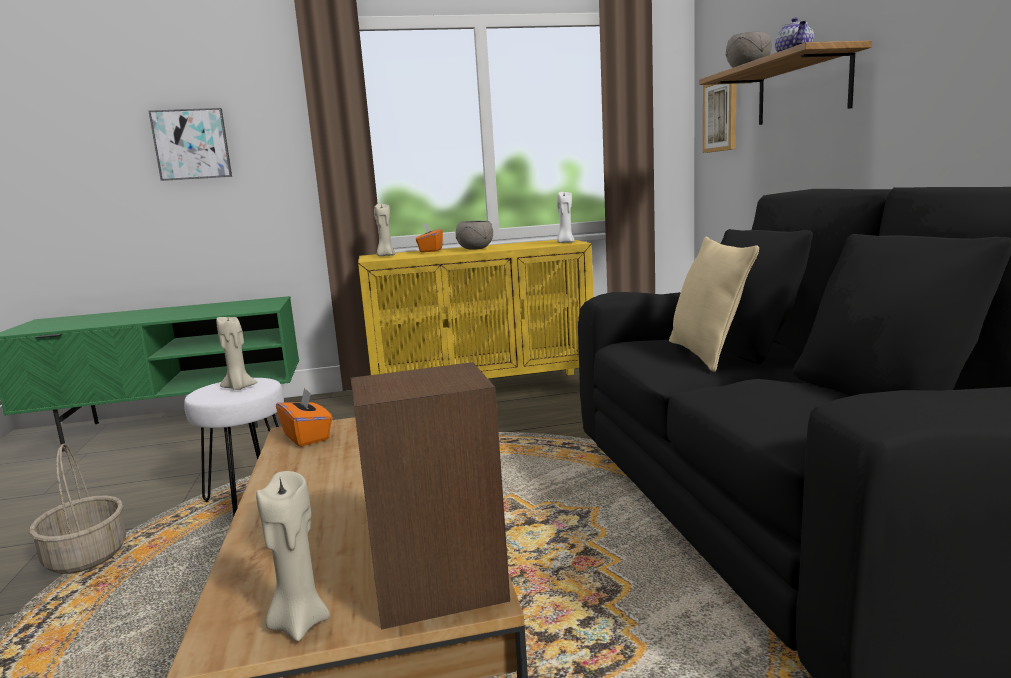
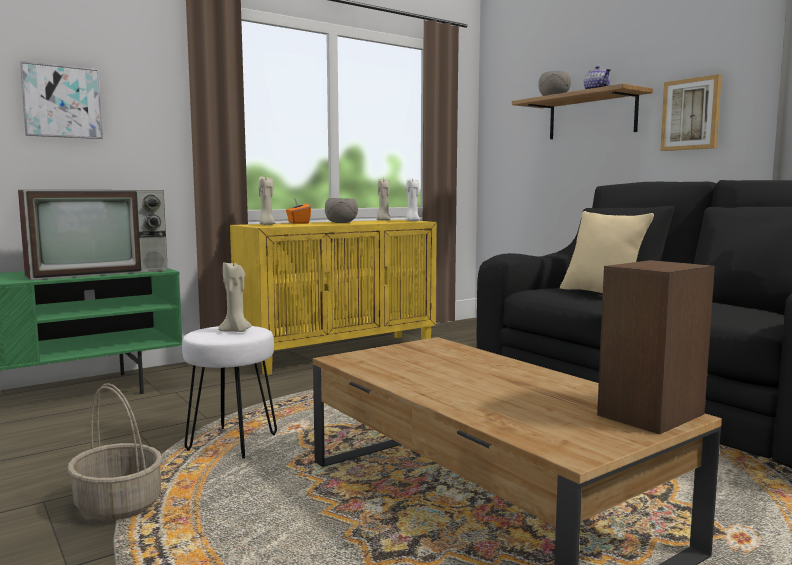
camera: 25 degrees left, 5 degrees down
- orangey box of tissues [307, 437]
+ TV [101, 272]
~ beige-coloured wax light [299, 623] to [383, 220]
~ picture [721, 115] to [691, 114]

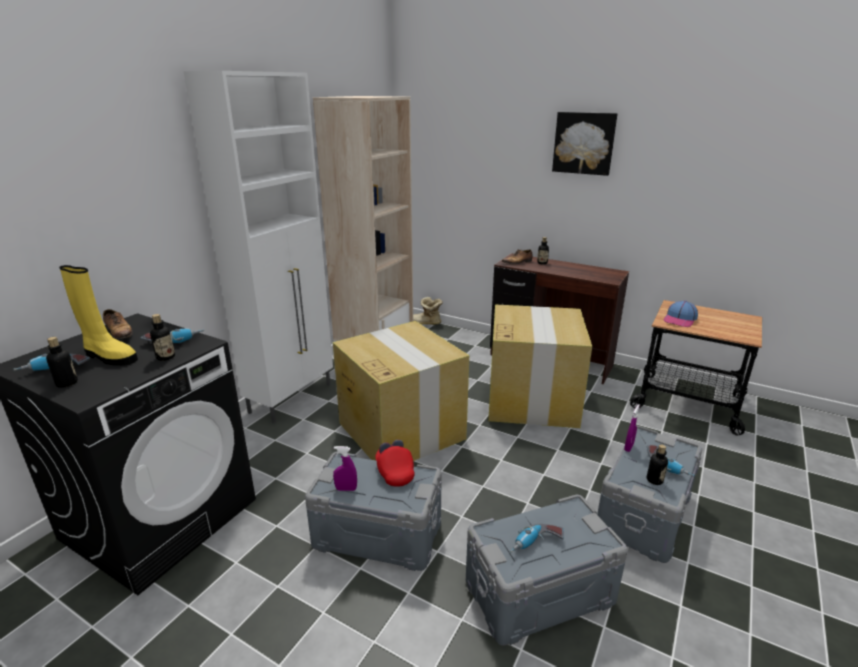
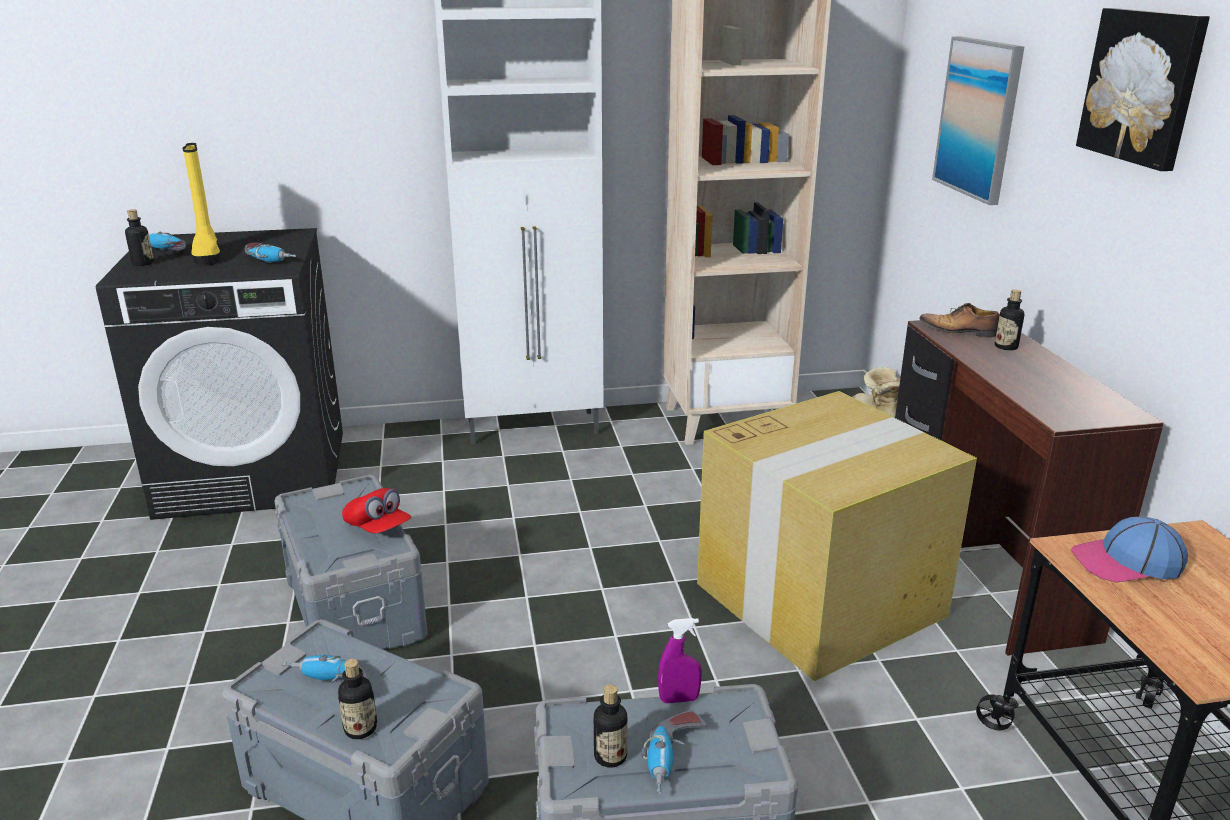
camera: 50 degrees right, 0 degrees up
- item of footwear [119, 332]
- cardboard box [400, 430]
- purple-coloured spray bottle [346, 489]
+ picture [978, 118]
~ beverage bottle [165, 357] to [360, 729]
~ reddish cap [394, 472] = [378, 527] 105 degrees clockwise

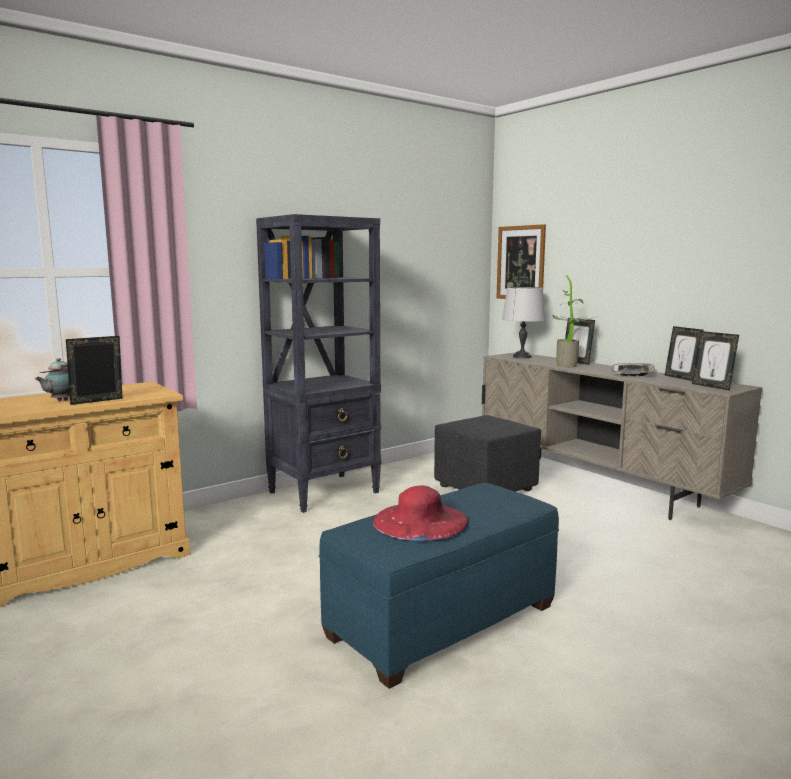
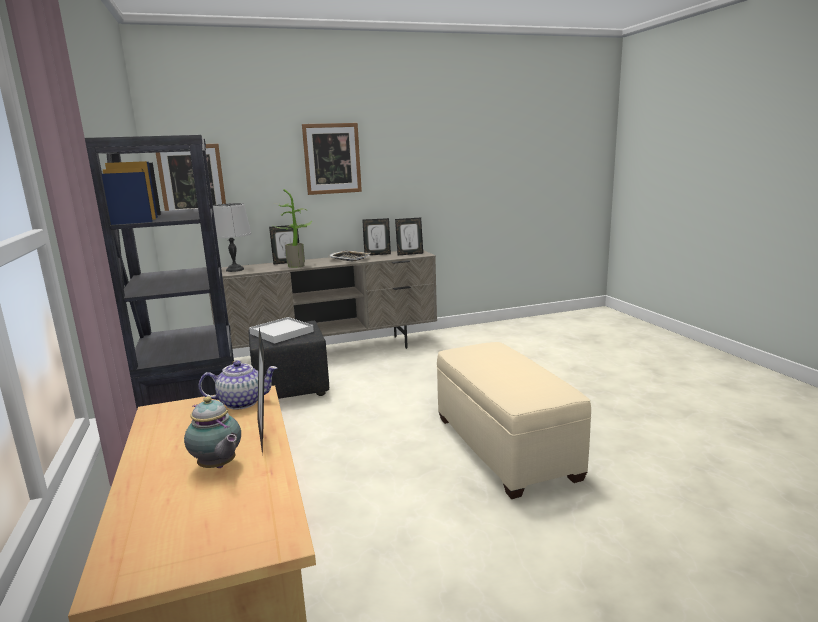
camera: 70 degrees left, 5 degrees up
- reddish clothing hat [420, 520]
+ tea pot [242, 402]
+ whitish carrying tray [281, 332]
+ picture [332, 158]
~ blue footrest [442, 621] to beige-coloured footrest [503, 446]

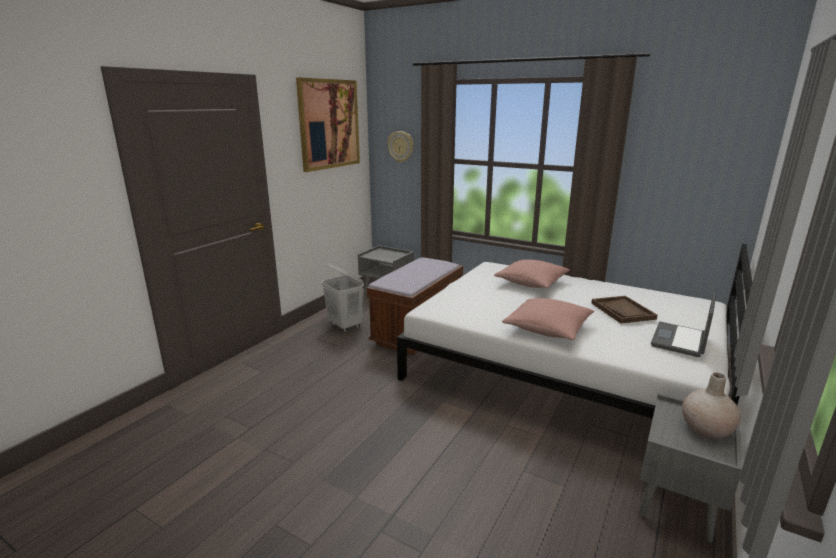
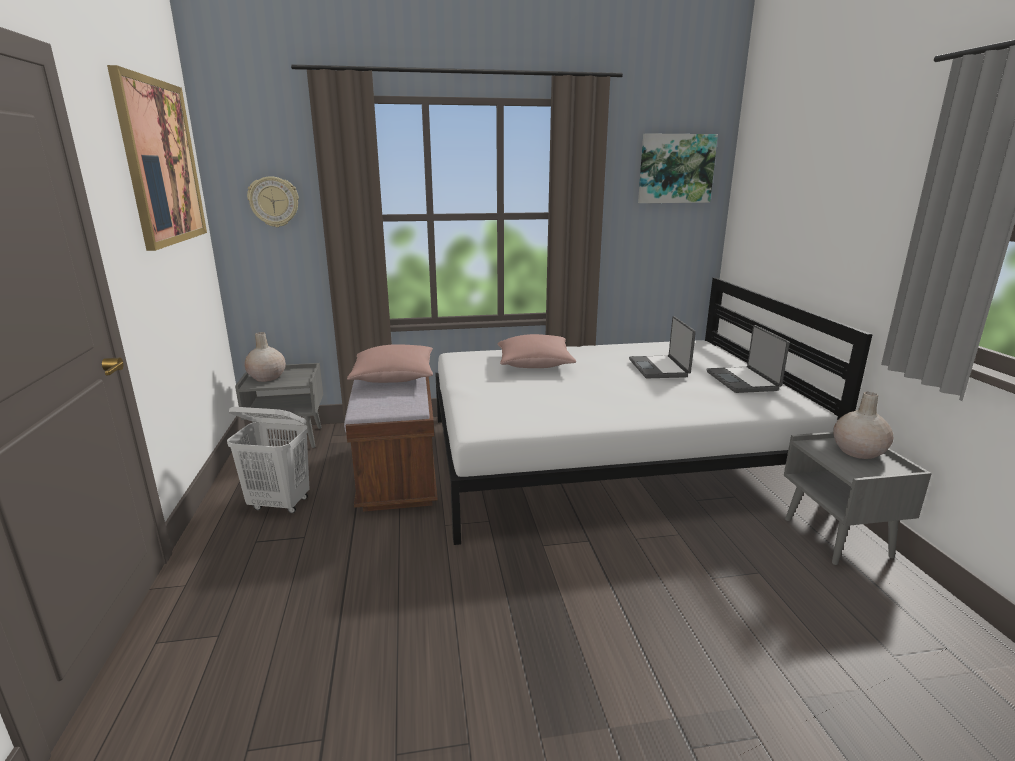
camera: 40 degrees left, 0 degrees up
+ beige-coloured flower vase [267, 378]
+ picture [676, 169]
~ pinkish throw pillow [547, 329] to [394, 377]
~ brown carrying tray [622, 311] to portable computer [659, 368]

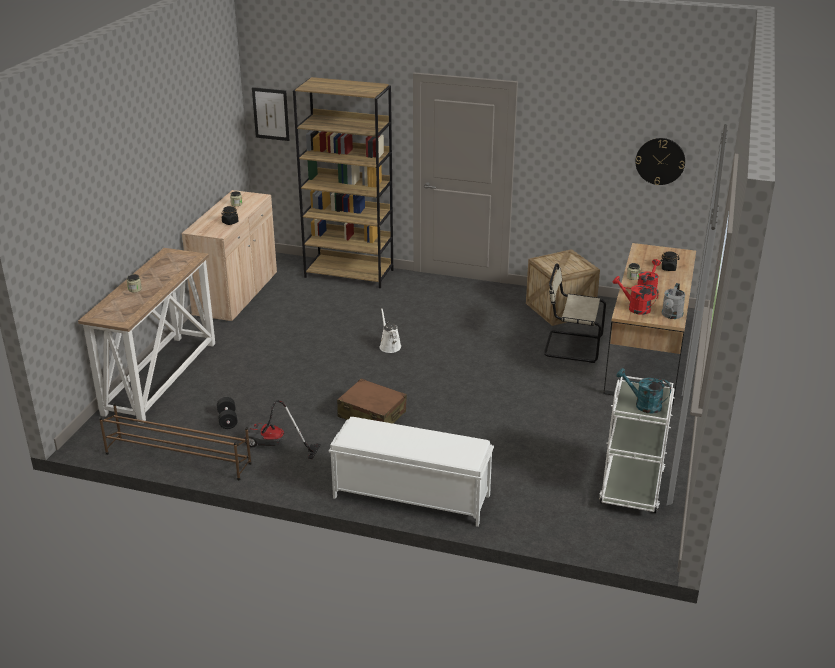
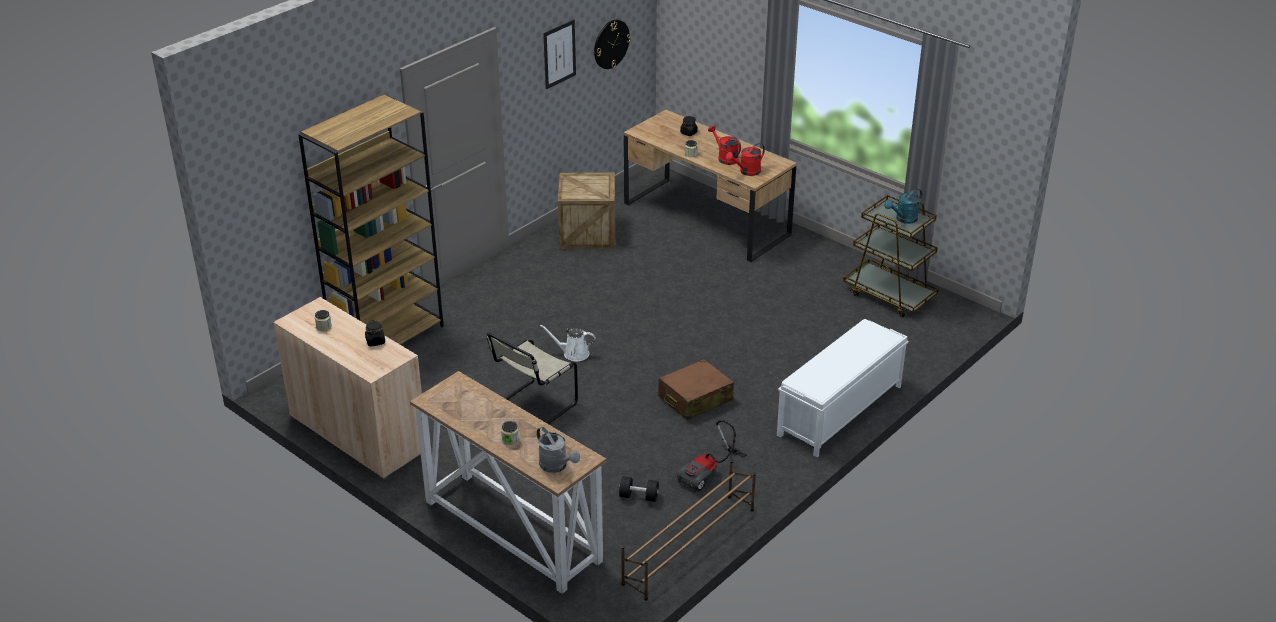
camera: 65 degrees left, 5 degrees up
~ picture [271, 114] to [559, 54]
~ beige-coloured plain chair [570, 346] to [532, 408]
~ gray watering pot [671, 316] to [557, 466]
~ whitish wheeled cart [631, 486] to brown wheeled cart [889, 295]

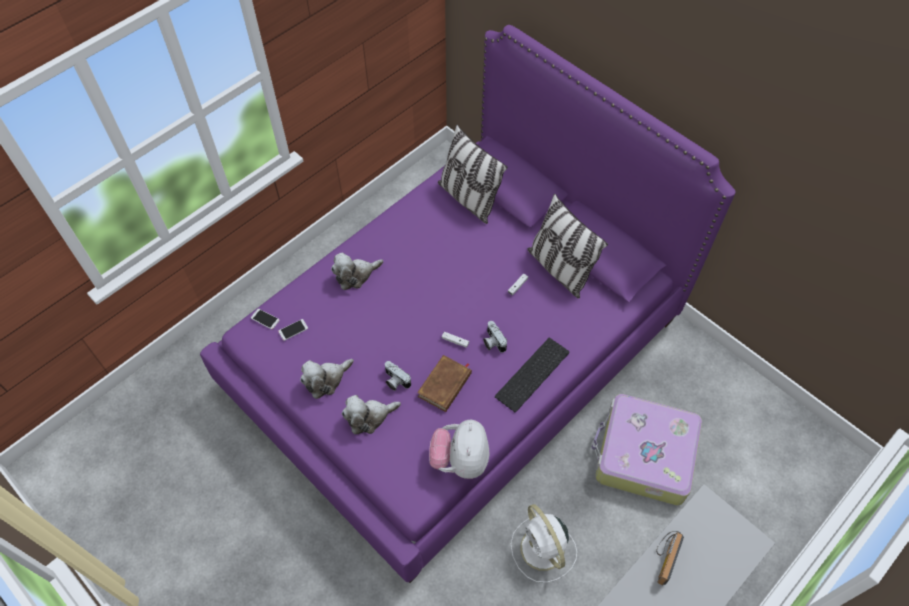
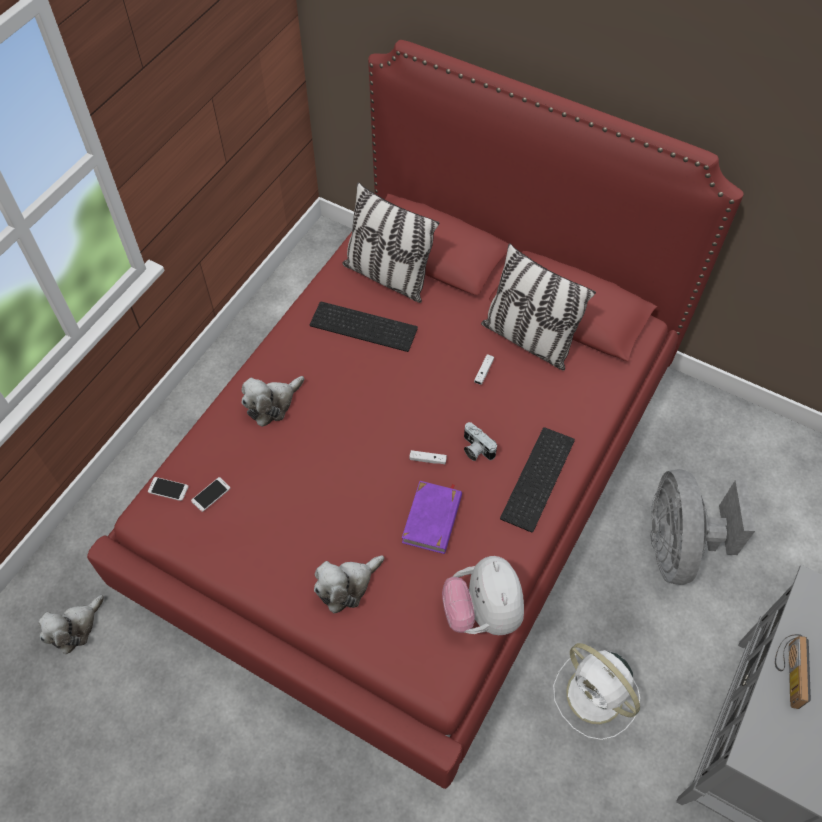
camera: 15 degrees left, 0 degrees up
- still camera [395, 381]
+ PC keyboard [365, 325]
~ cuddly toy [326, 380] to [75, 628]
~ piece of luggage [643, 455] to gray fan [678, 546]
~ purple-coloured bedroom bed [454, 353] to reddish bedroom bed [410, 475]
~ brown book [445, 385] to purple-coloured book [432, 519]

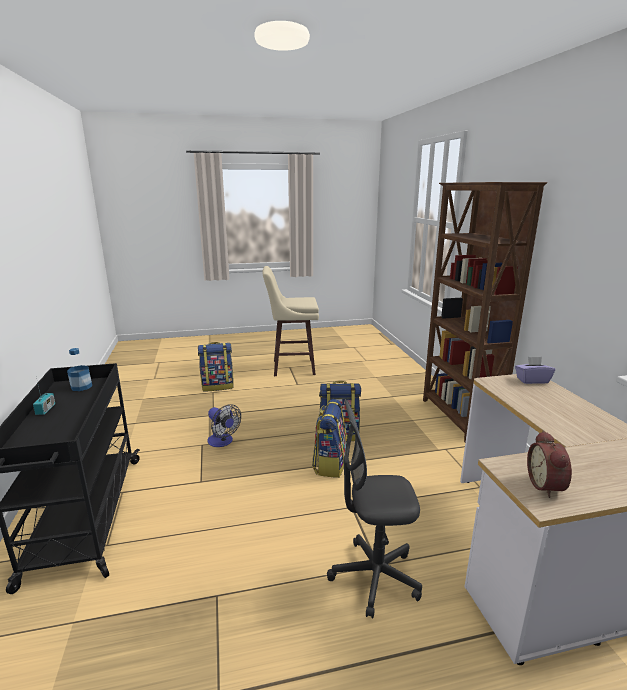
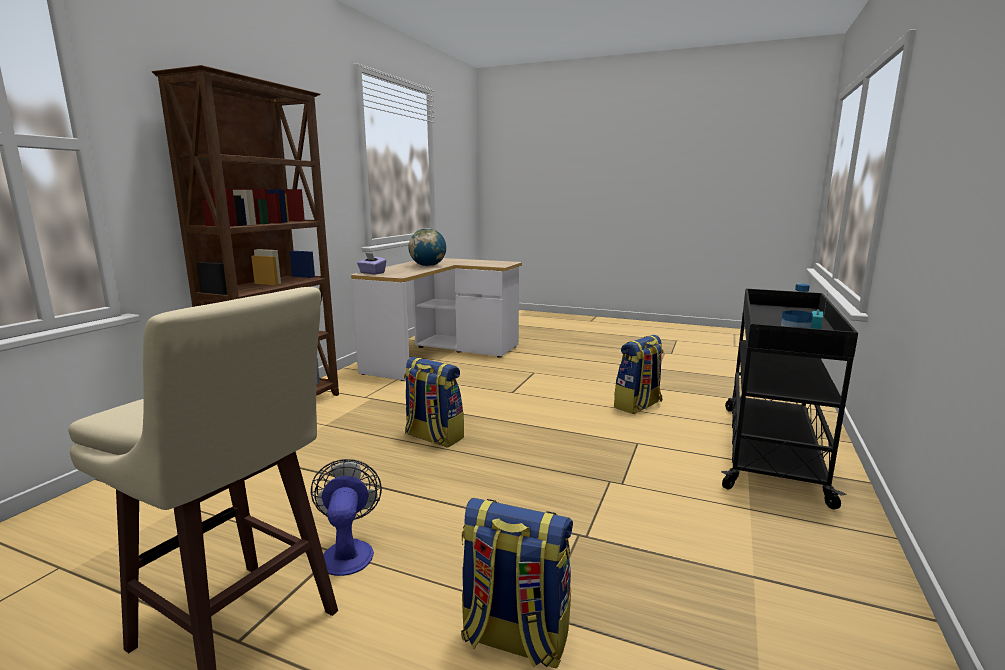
camera: 145 degrees left, 5 degrees down
- gray office chair [374, 577]
- bedside clock [547, 485]
+ globe [428, 266]
~ fan [223, 442] to [348, 551]
~ knapsack [329, 464] to [638, 406]

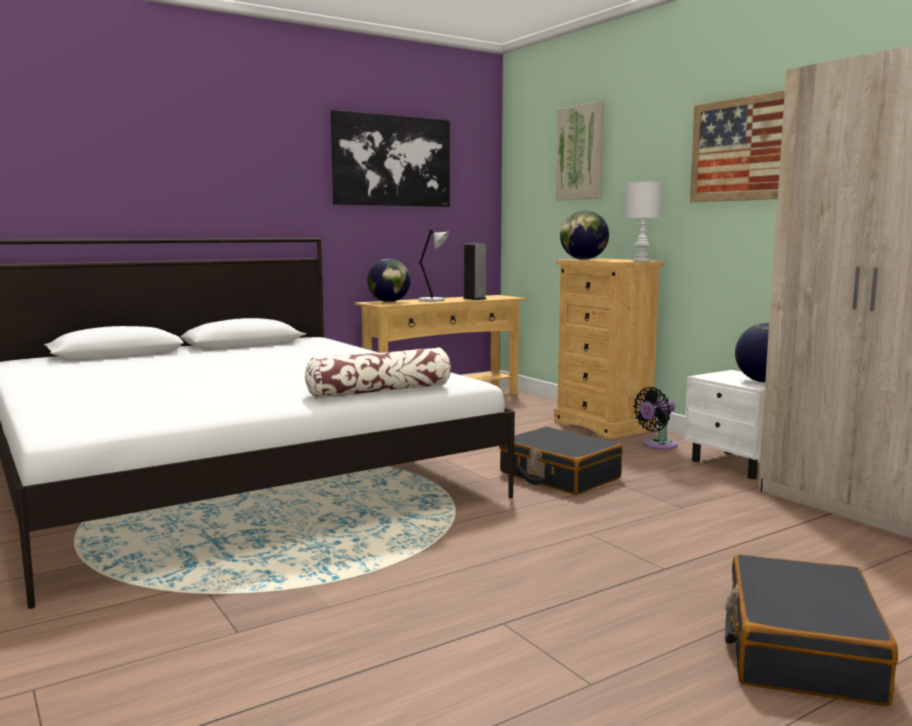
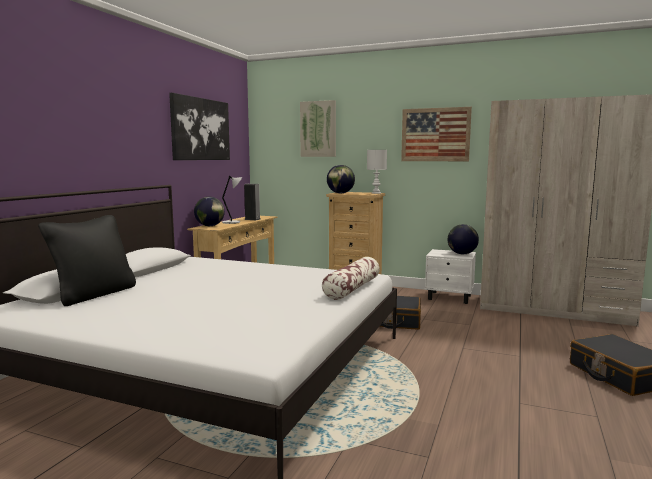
camera: 35 degrees left, 0 degrees up
- black-coloured fan [657, 445]
+ black-coloured throw pillow [94, 294]

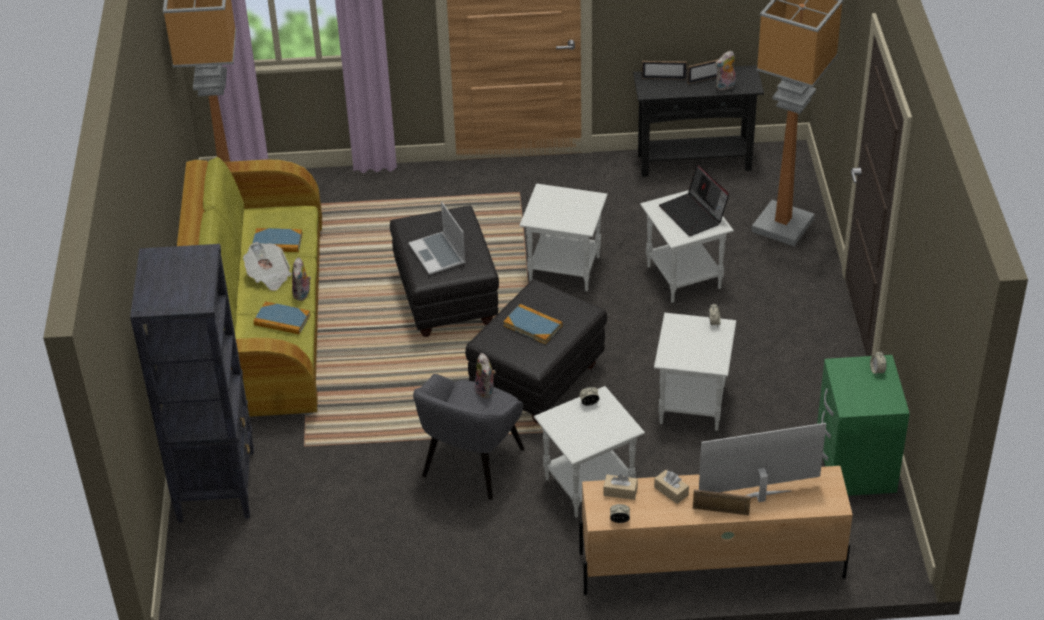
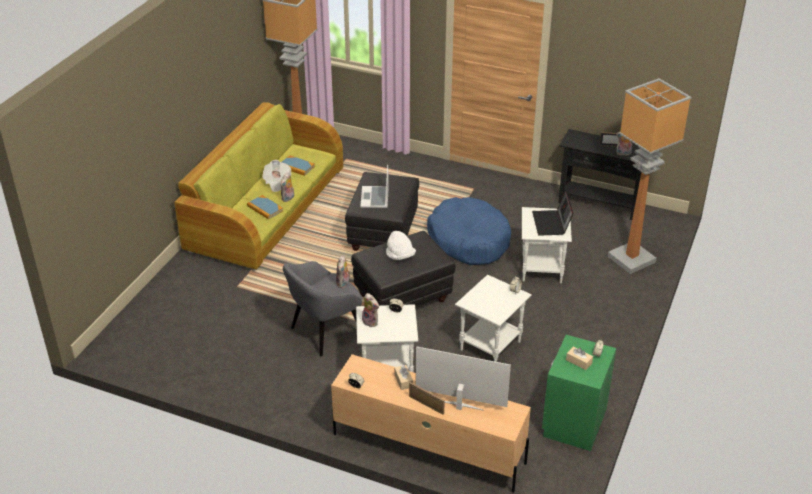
camera: 25 degrees right, 5 degrees down
- black-coloured shelving unit [217, 485]
- picture frame [663, 78]
+ cuddly toy [371, 321]
~ beige-coloured box of tissues [620, 491] to [578, 362]
~ book [533, 326] to whitish clothing hat [400, 256]
~ whitish end table [565, 270] to blue dog bed [469, 240]

